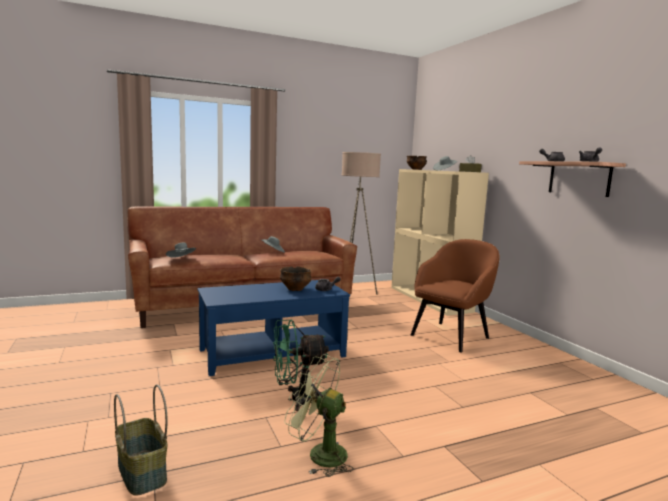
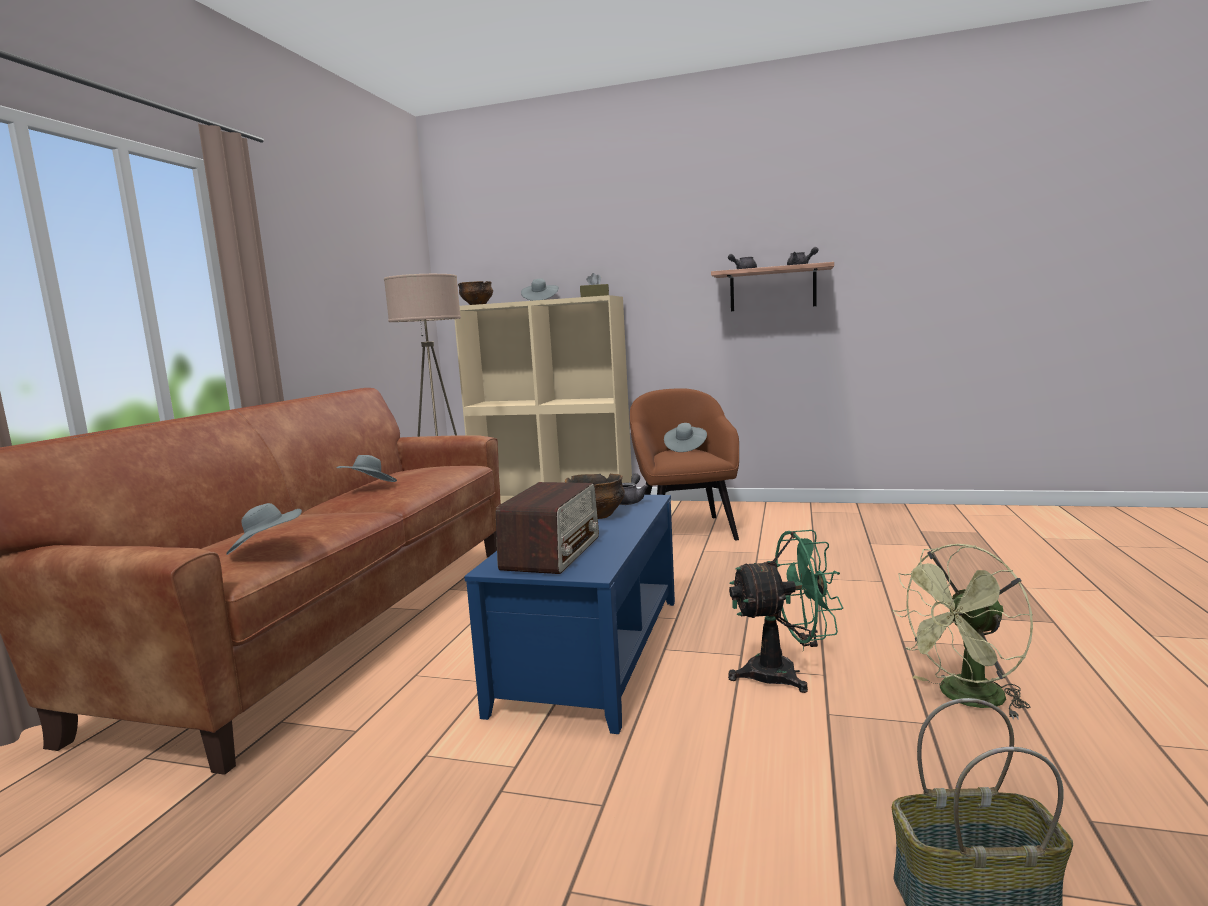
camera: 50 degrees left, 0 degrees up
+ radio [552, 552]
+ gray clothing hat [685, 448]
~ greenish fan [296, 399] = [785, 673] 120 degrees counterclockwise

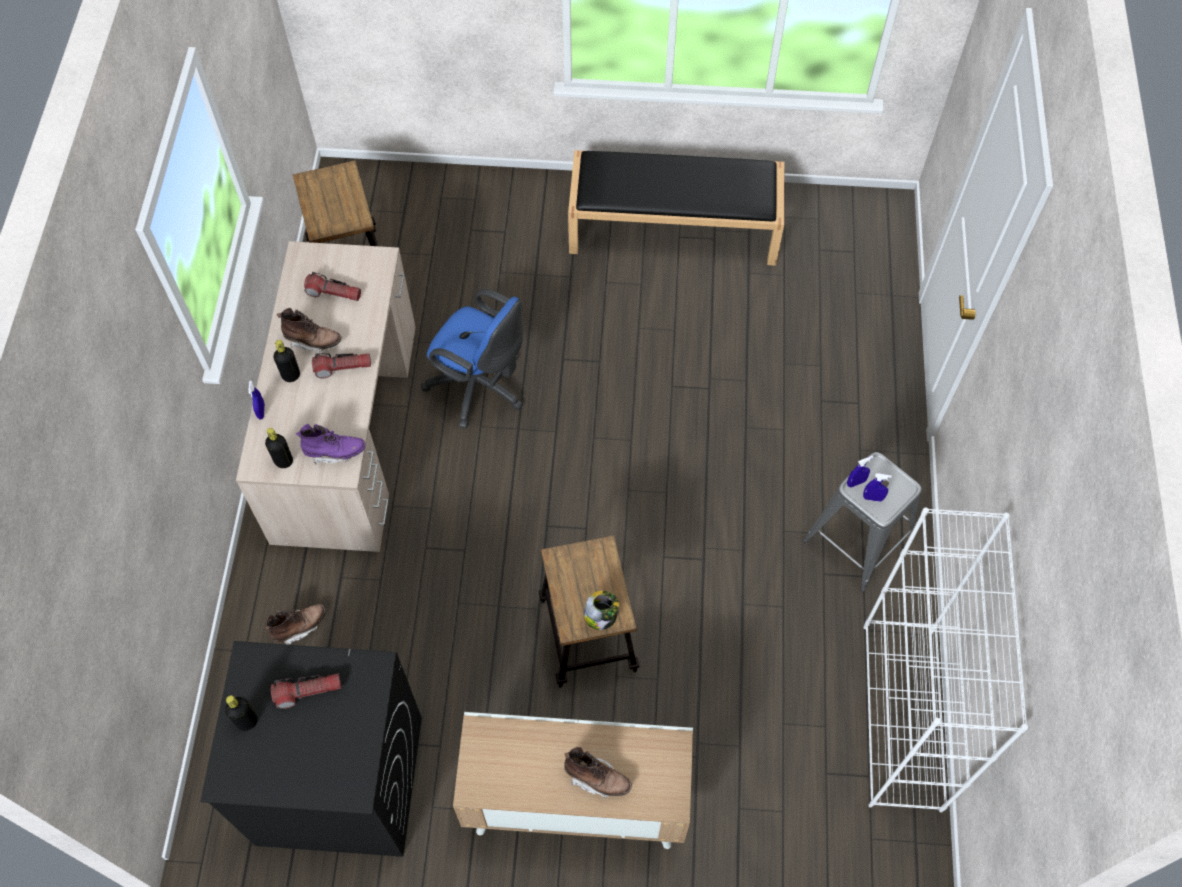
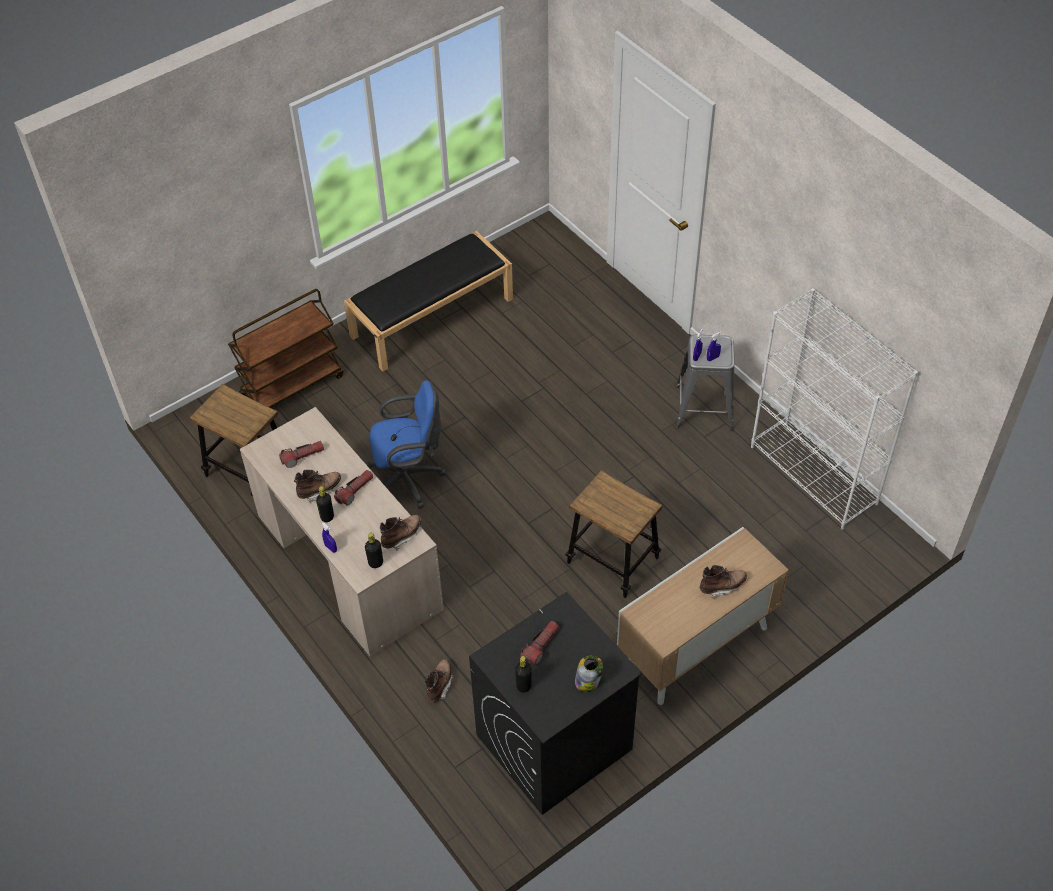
camera: 40 degrees left, 10 degrees down
+ brown wheeled cart [292, 386]
~ preserve jar [601, 616] to [588, 681]
~ purple-coloured high-top boot [335, 452] to brown high-top boot [401, 536]

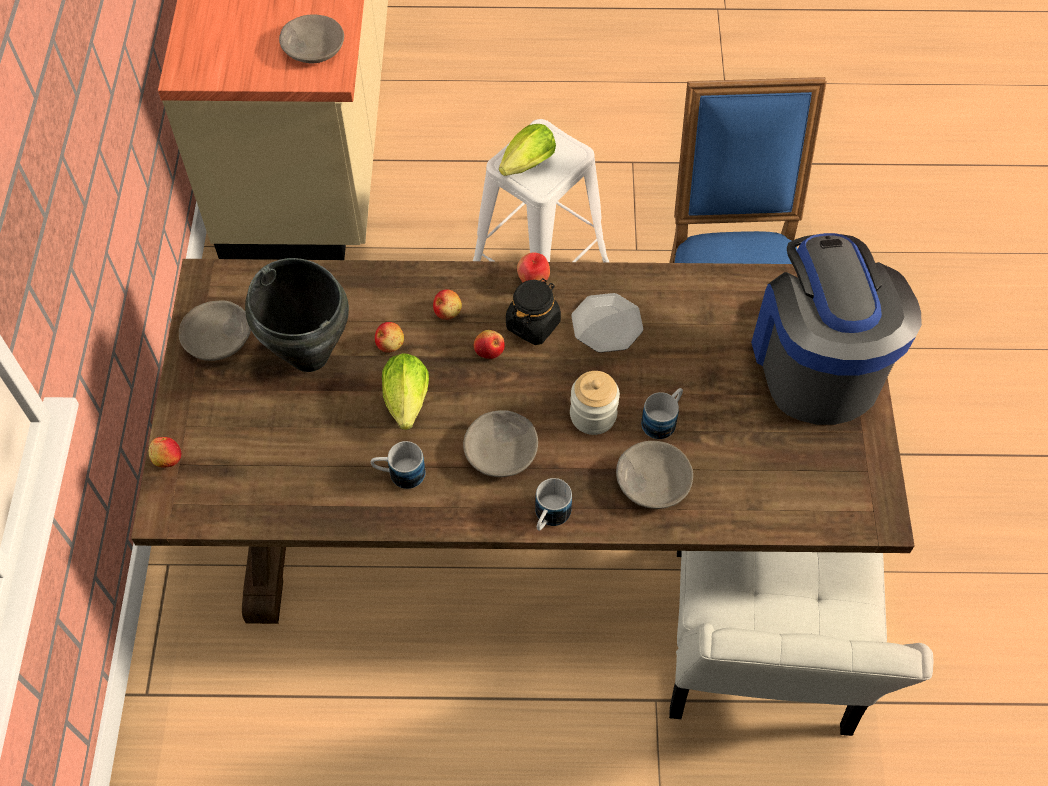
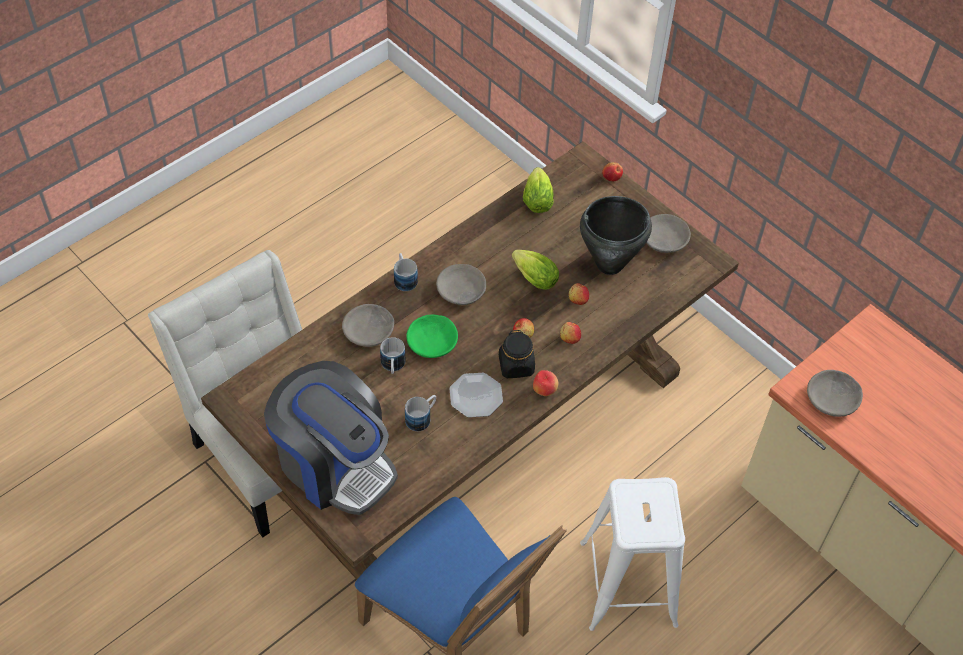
camera: 135 degrees right, 5 degrees down
~ tea mug [399, 474] to [422, 417]
~ lettuce head [525, 167] to [537, 199]
~ preserve jar [593, 415] to greenish bowl [432, 341]

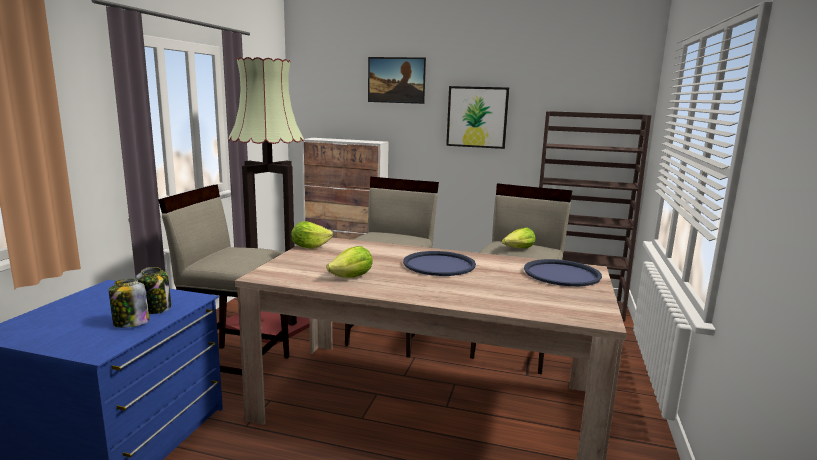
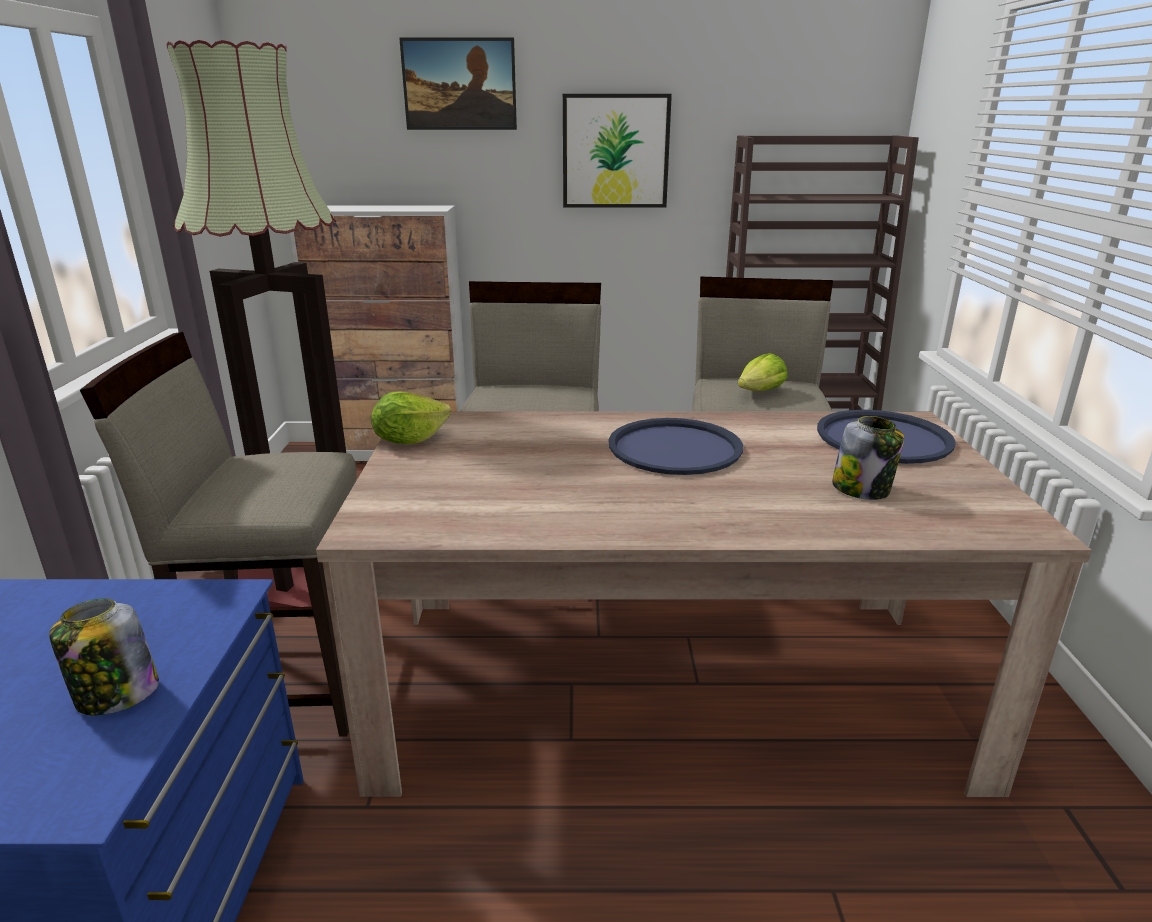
camera: 15 degrees left, 10 degrees up
- lettuce head [352, 277]
~ preserve jar [156, 308] to [862, 489]

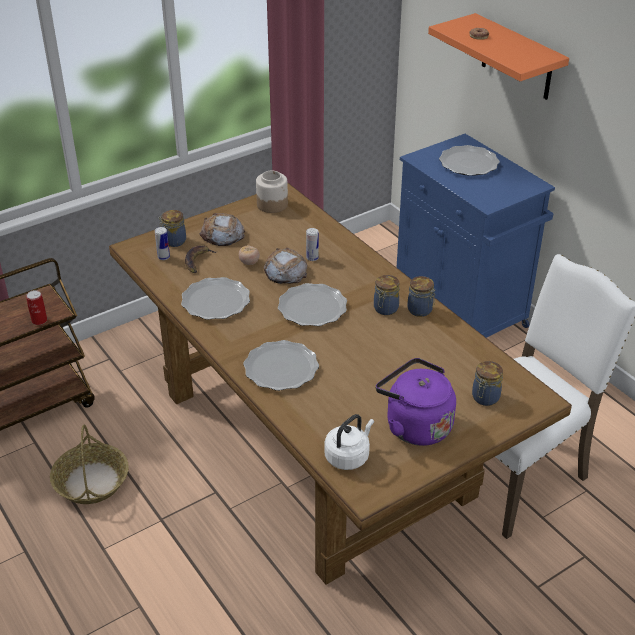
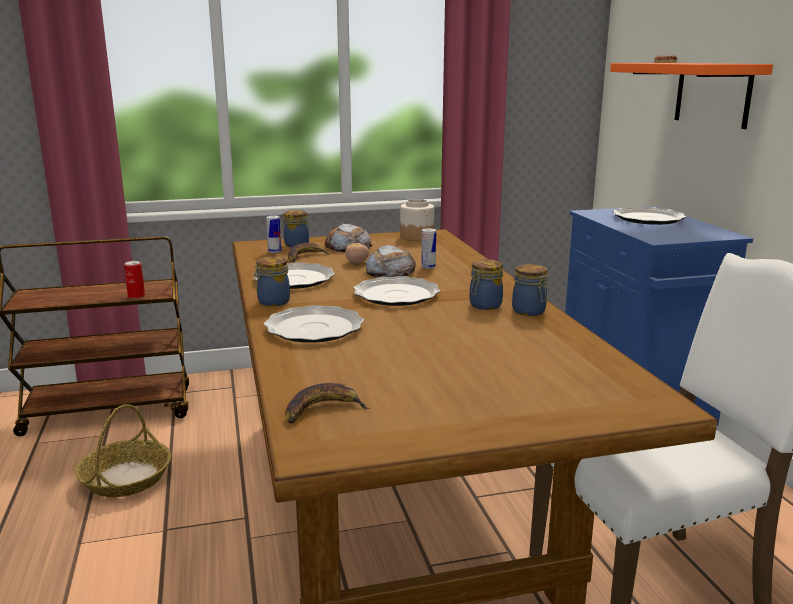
camera: 20 degrees right, 20 degrees down
- purple-coloured water kettle [414, 425]
~ preserve jar [485, 398] to [272, 302]
~ whitish water kettle [348, 456] to whole banana [323, 410]

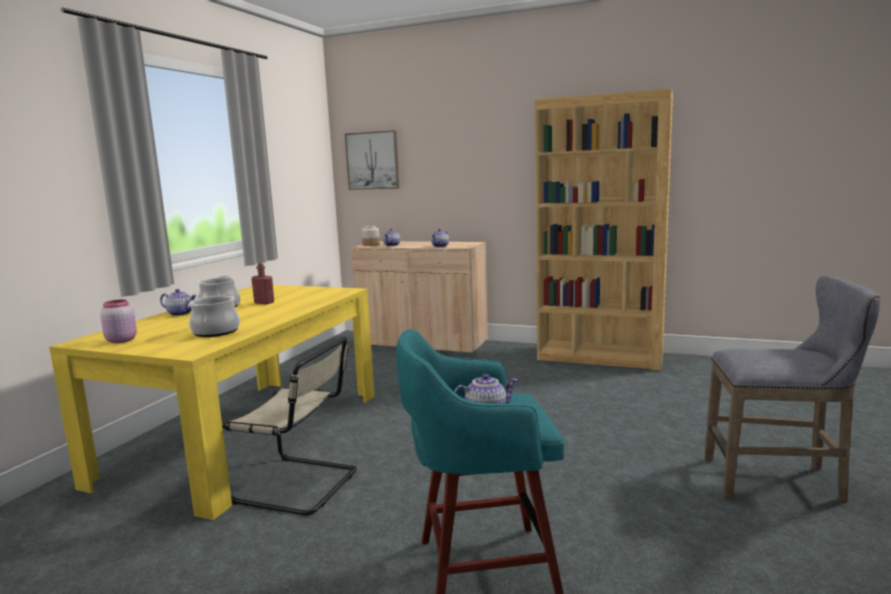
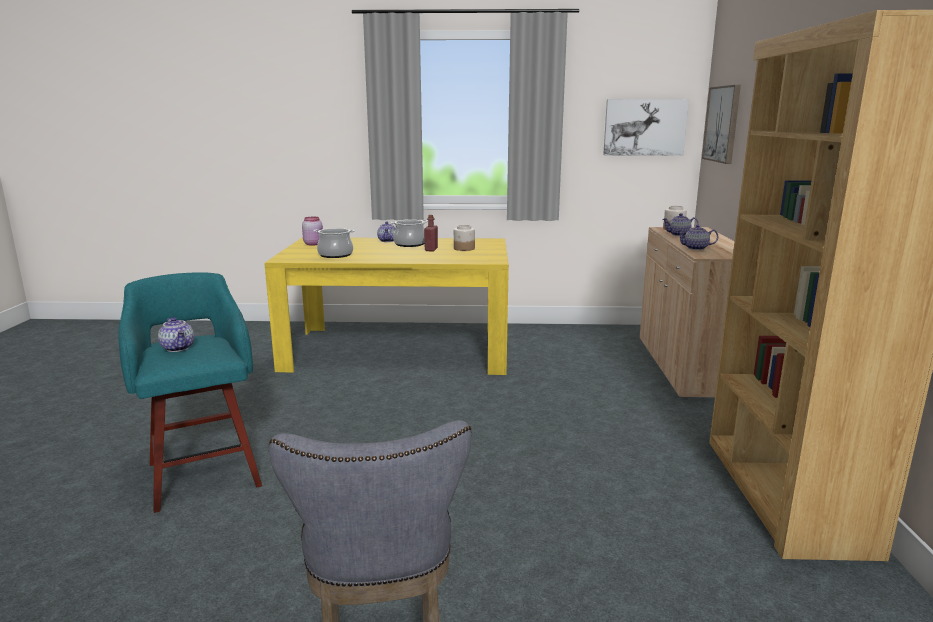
camera: 70 degrees right, 5 degrees up
- beige-coloured plain chair [299, 486]
+ preserve jar [464, 248]
+ picture [644, 127]

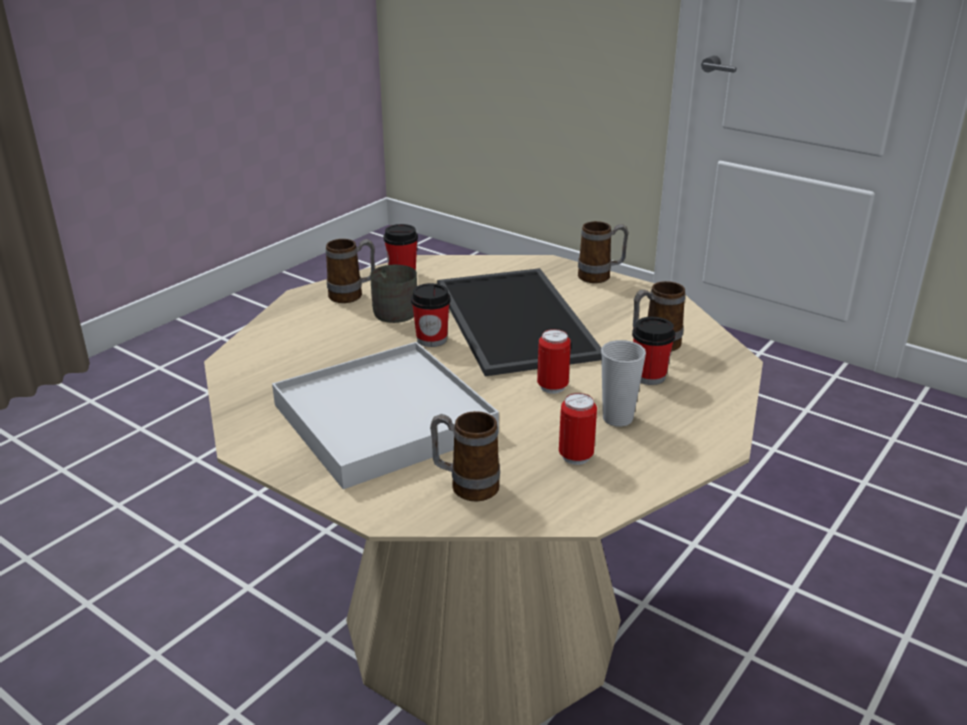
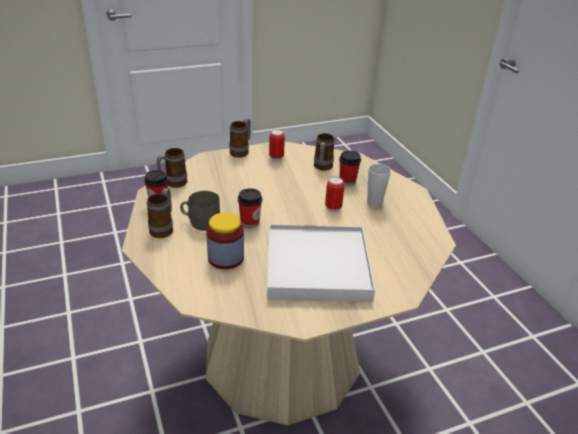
camera: 60 degrees left, 5 degrees up
- carrying tray [518, 320]
+ preserve jar [226, 258]
~ tea mug [465, 486] to [172, 184]
~ metal can [575, 456] to [276, 157]

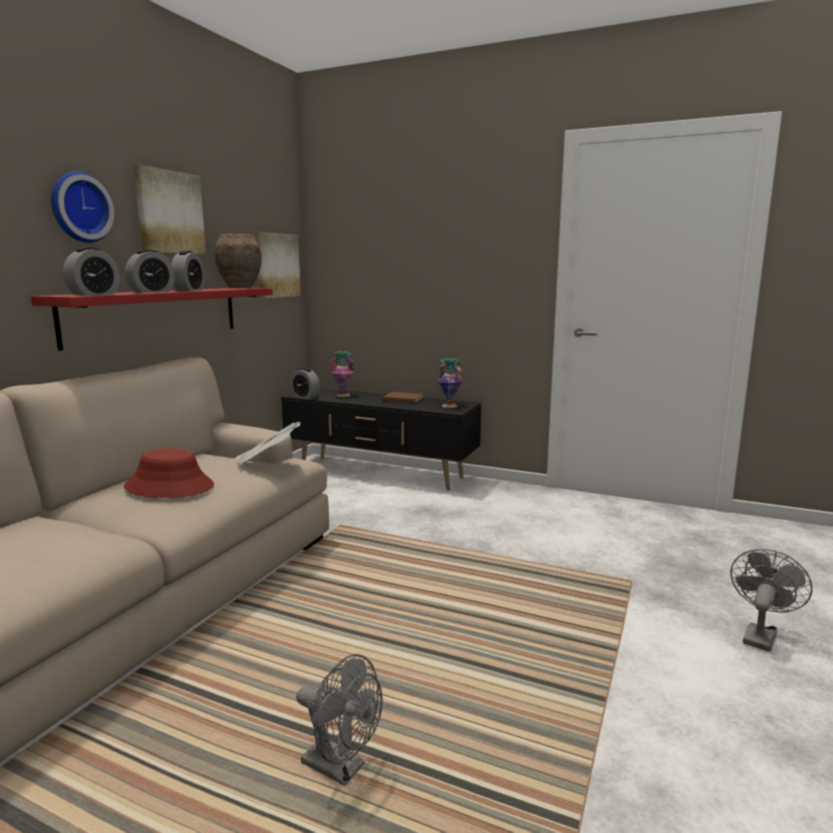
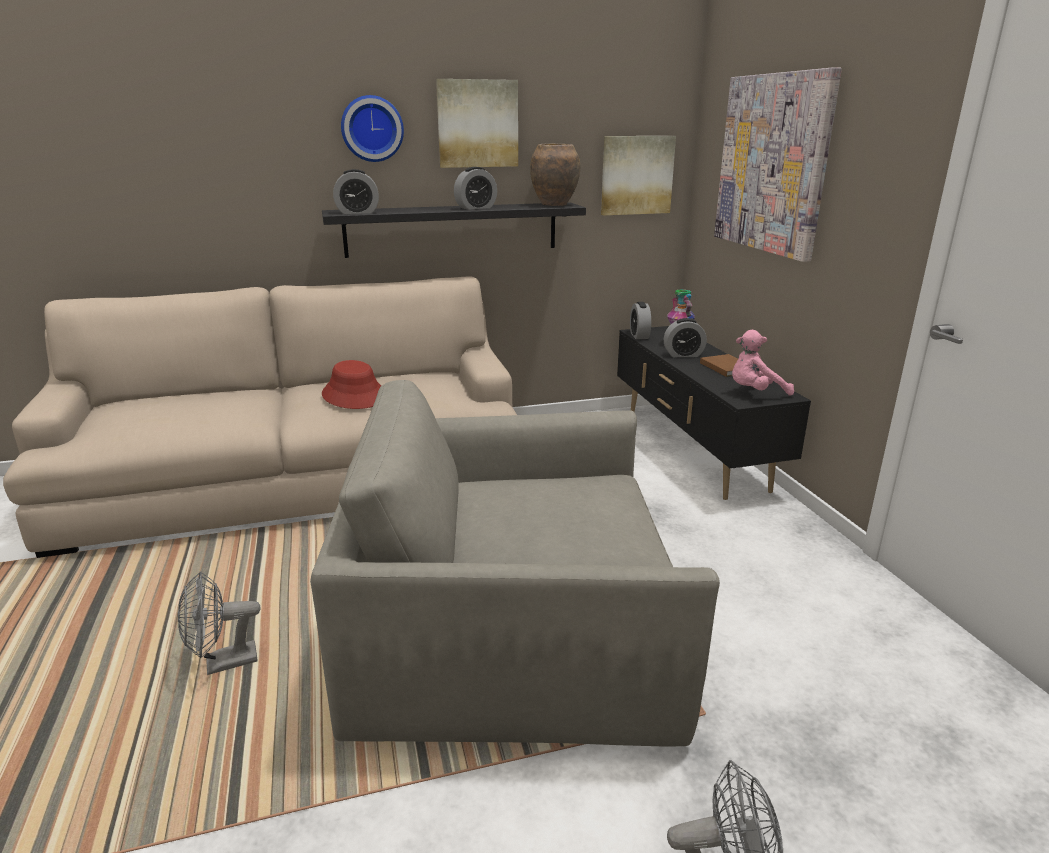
camera: 50 degrees right, 10 degrees up
- printed paper [266, 461]
+ gray lounge chair [511, 629]
+ picture [773, 164]
~ bedside clock [152, 292] to [683, 355]
~ flower vase [449, 406] to pinkish cuddly toy [755, 392]
~ reddish bracket shelf [156, 314] to black-coloured bracket shelf [452, 229]
~ gray fan [341, 768] = [223, 664] 75 degrees clockwise

